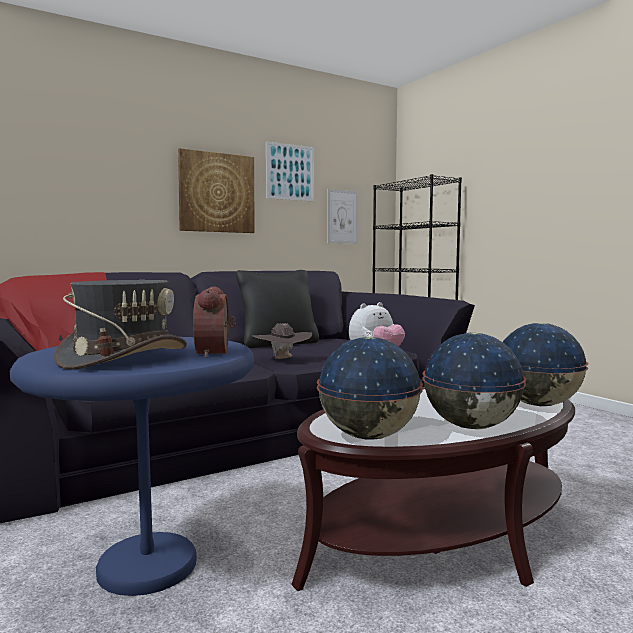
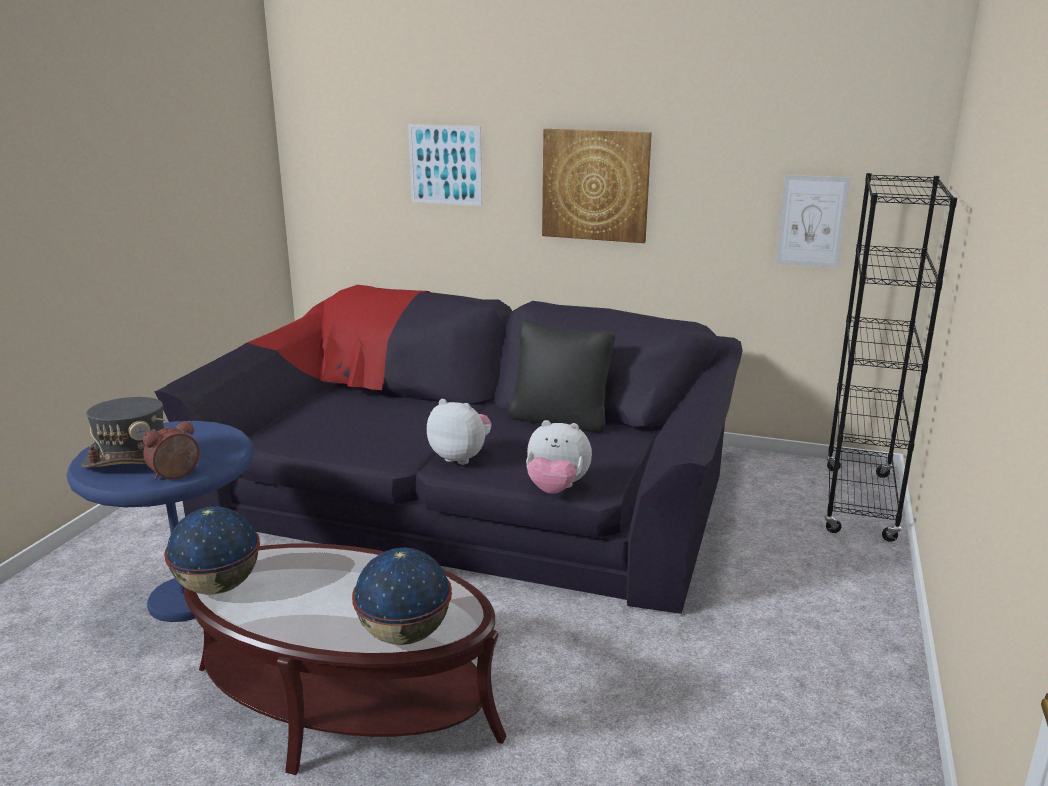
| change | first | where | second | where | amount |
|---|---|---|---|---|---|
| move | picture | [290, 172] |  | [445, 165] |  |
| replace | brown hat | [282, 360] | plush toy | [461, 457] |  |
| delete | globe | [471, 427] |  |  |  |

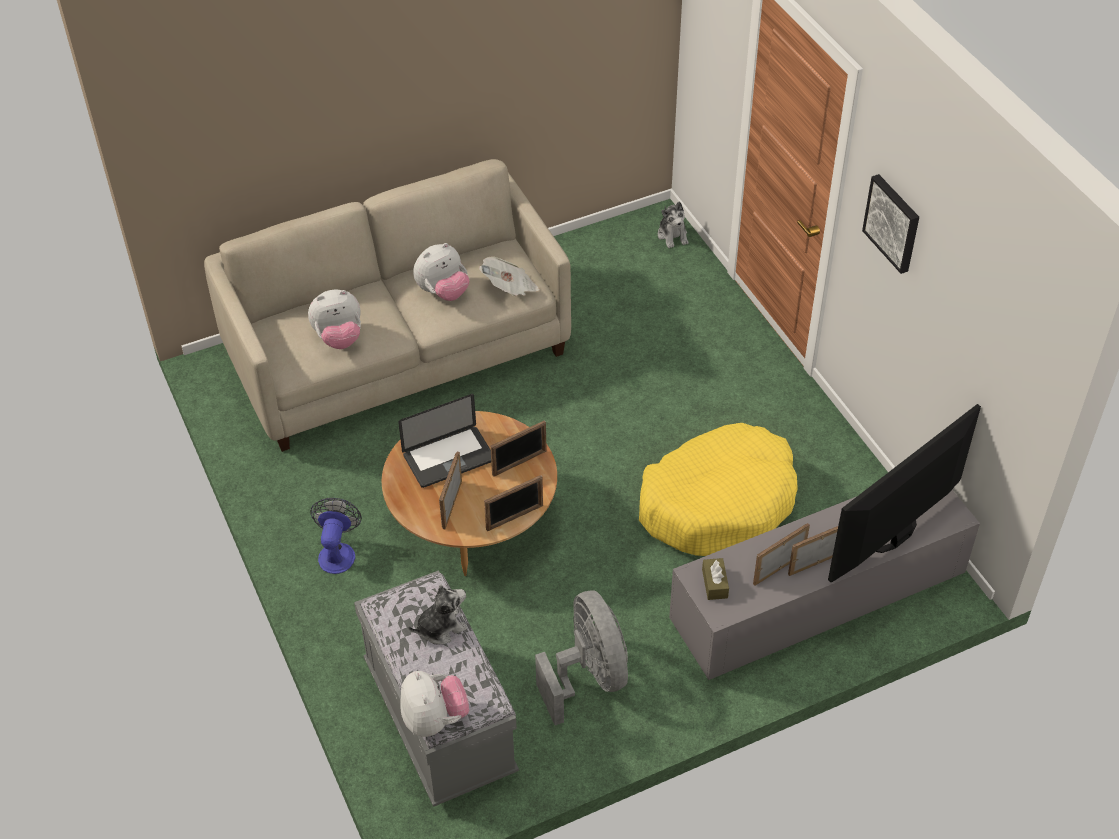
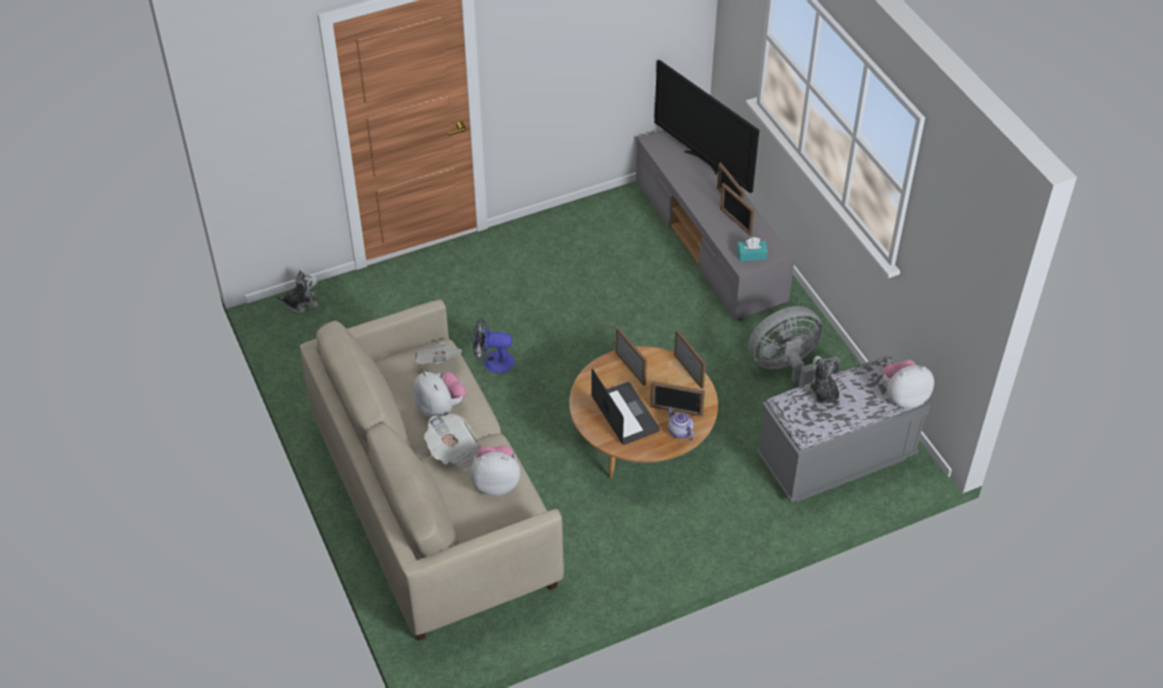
| change | first | where | second | where | amount |
|---|---|---|---|---|---|
| delete | picture | [893, 222] |  |  |  |
| rotate | plush toy | [339, 338] |  | [496, 483] | 75 degrees counterclockwise |
| delete | yellow dog bed | [718, 503] |  |  |  |
| move | fan | [337, 552] |  | [493, 362] |  |
| recolor | brown tissue box | [714, 583] | turquoise tissue box | [751, 255] |  |
| insert |  |  | teapot | [679, 431] |  |
| insert |  |  | newspaper | [453, 451] |  |

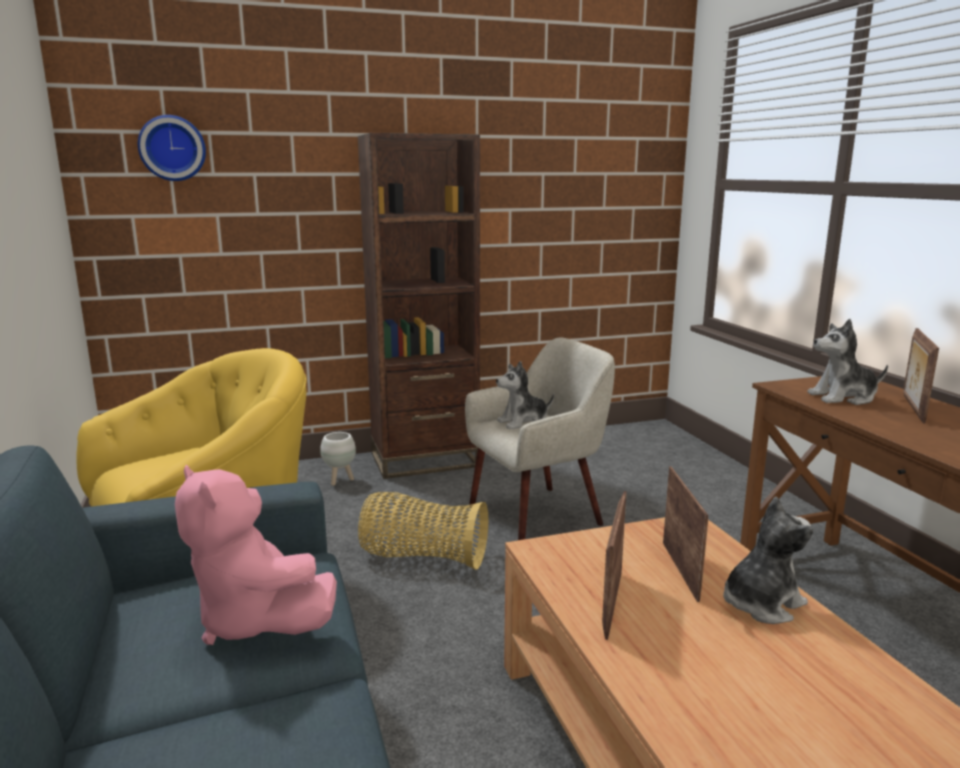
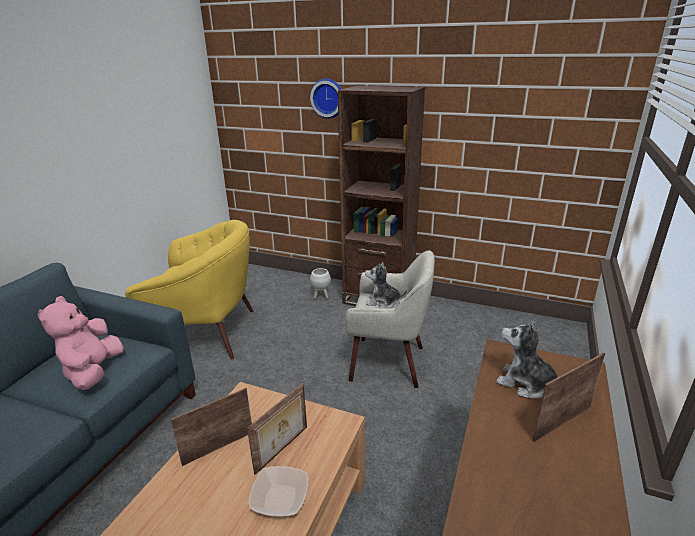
| change | first | where | second | where | amount |
|---|---|---|---|---|---|
| move | wall clock | [172, 148] |  | [328, 98] |  |
| delete | basket | [422, 557] |  |  |  |
| replace | plush toy | [760, 604] | bowl | [280, 498] |  |

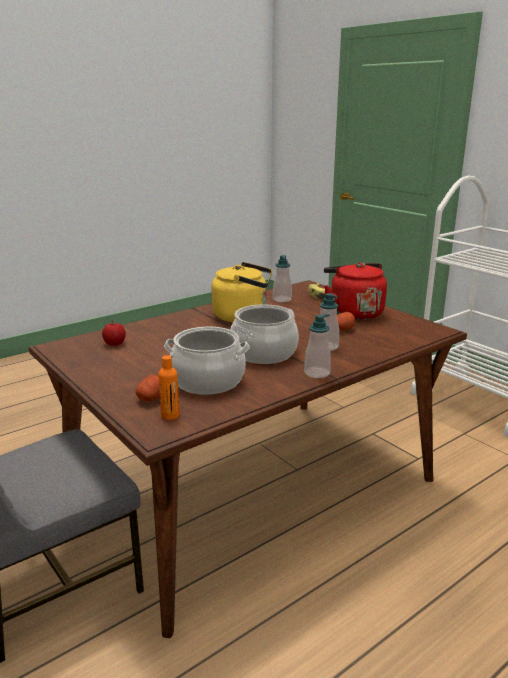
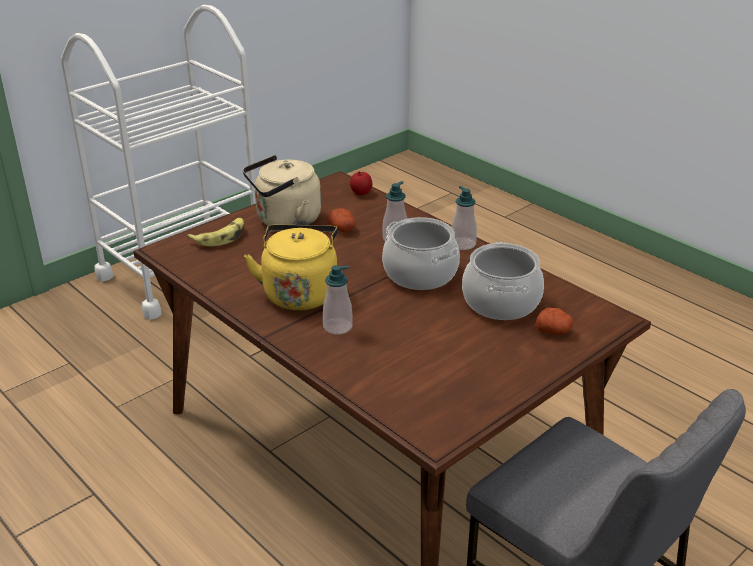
| change | first | where | second | where | amount |
|---|---|---|---|---|---|
| move | soap dispenser | [282, 299] |  | [337, 327] |  |
| recolor | red kettle | [354, 312] | beige kettle | [285, 221] |  |
| move | apple | [114, 343] |  | [361, 193] |  |
| delete | orange bottle | [170, 415] |  |  |  |

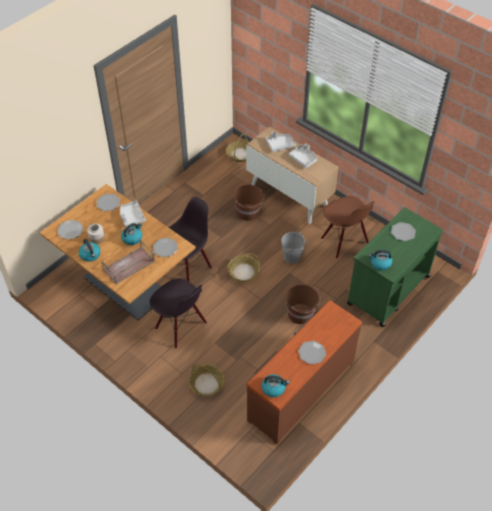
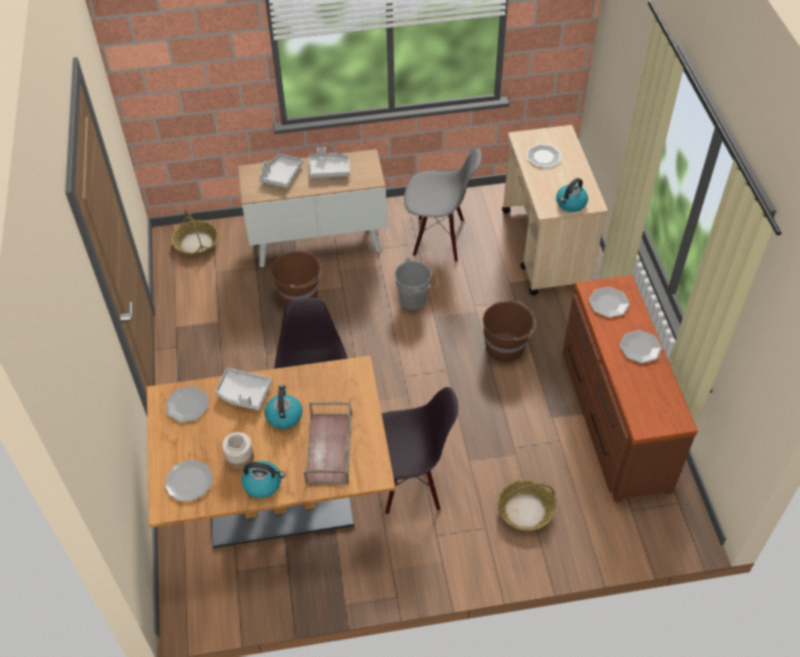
| change | first | where | second | where | amount |
|---|---|---|---|---|---|
| recolor | brown chair | [344, 241] | grey chair | [438, 238] |  |
| recolor | green cart | [388, 290] | beige cart | [545, 248] |  |
| move | plate | [165, 248] |  | [608, 303] |  |
| delete | basket | [243, 271] |  |  |  |
| delete | kettle | [274, 388] |  |  |  |

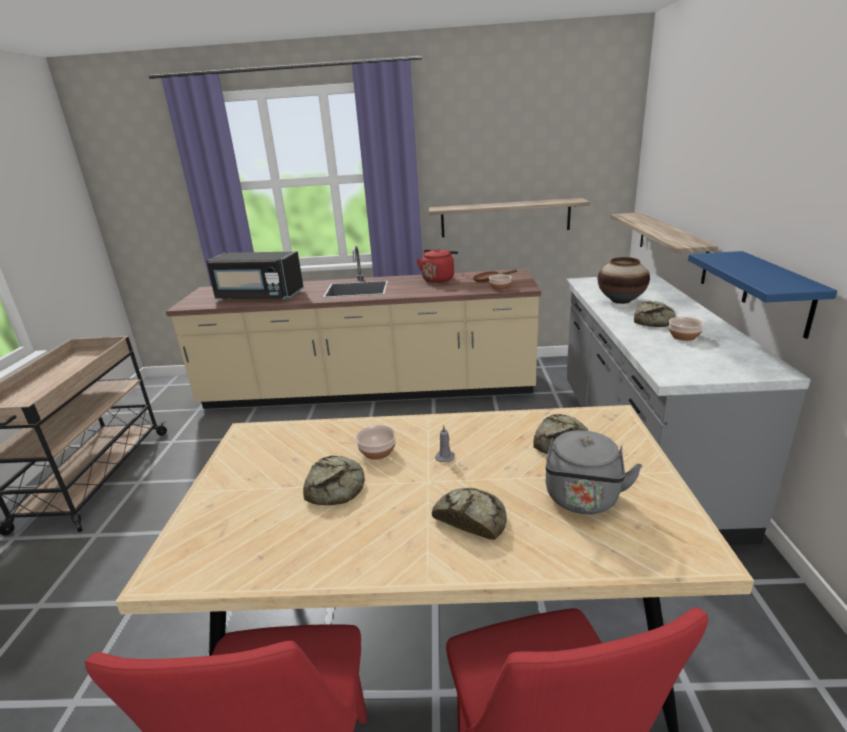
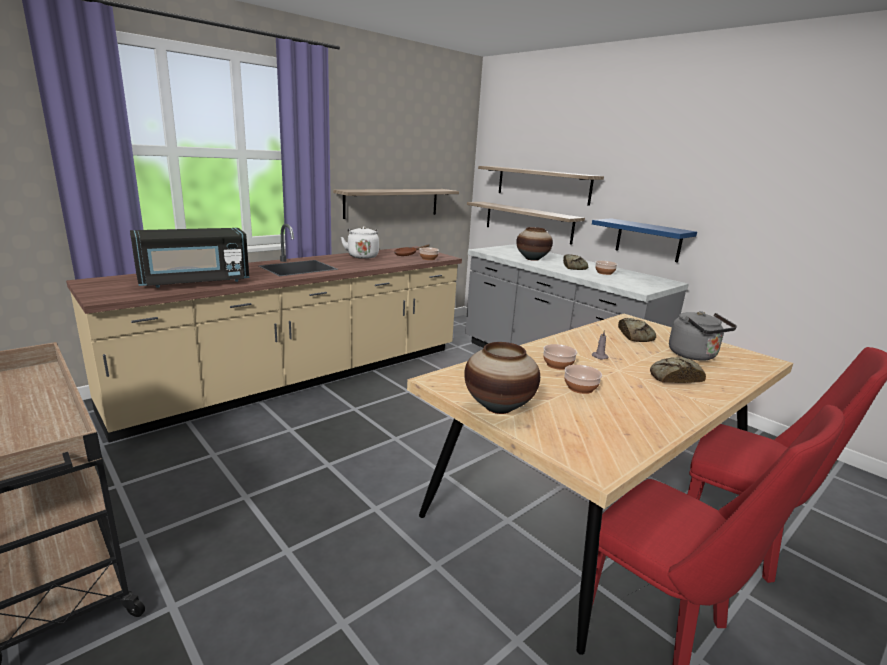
| change | first | where | second | where | amount |
|---|---|---|---|---|---|
| recolor | red kettle | [439, 279] | white kettle | [362, 256] |  |
| replace | bread | [337, 486] | bowl | [580, 388] |  |
| insert |  |  | shelf | [542, 184] |  |
| insert |  |  | vase | [499, 407] |  |

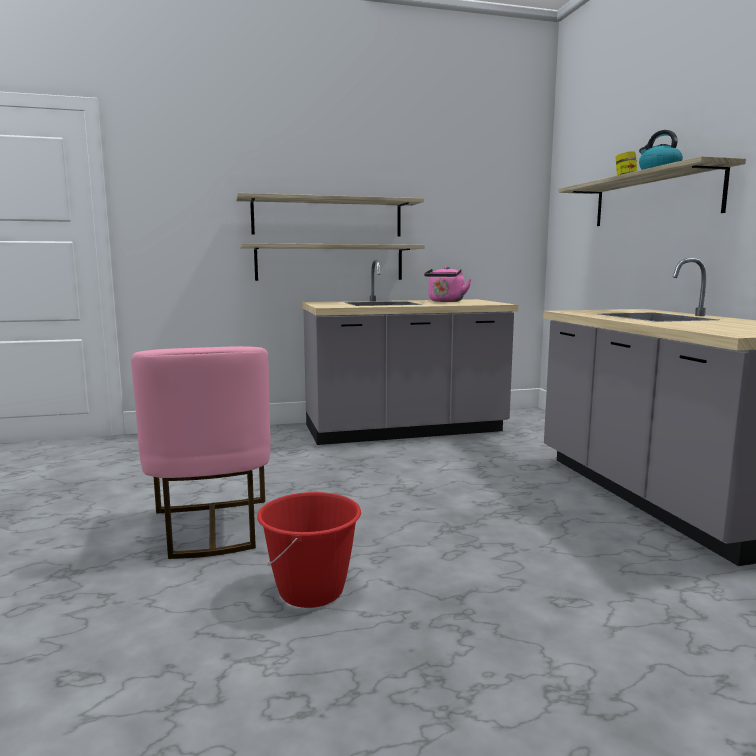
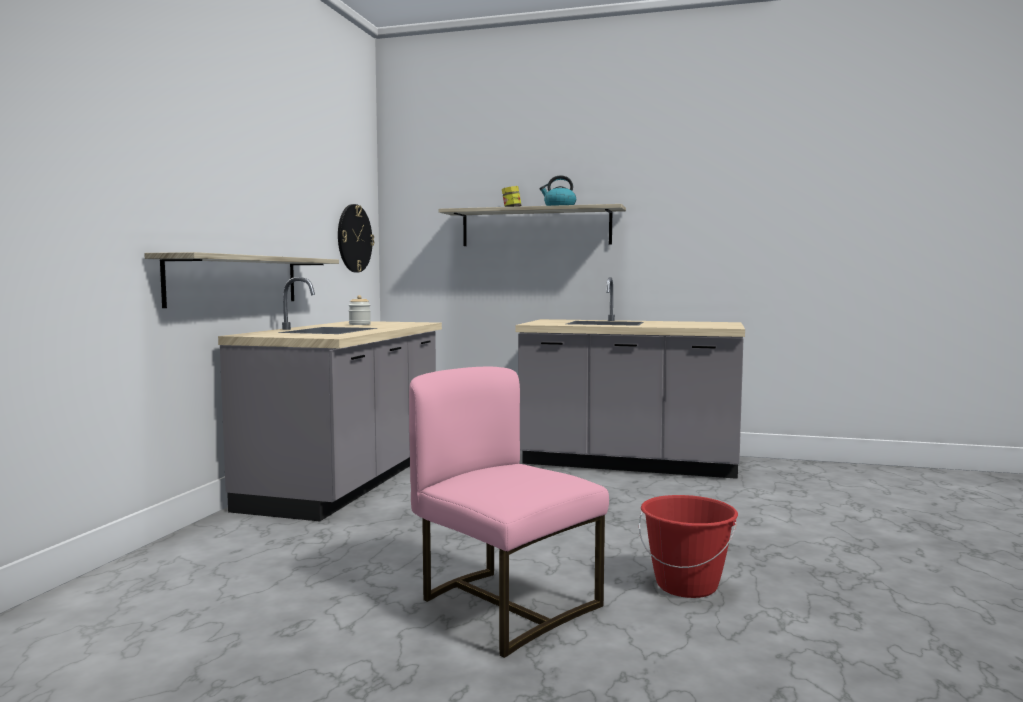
| change | first | where | second | where | amount |
|---|---|---|---|---|---|
| delete | shelf | [327, 217] |  |  |  |
| replace | pink kettle | [445, 301] | jar | [359, 324] |  |
| rotate | pink chair | [211, 528] |  | [504, 606] | 150 degrees counterclockwise |
| insert |  |  | wall clock | [354, 238] |  |

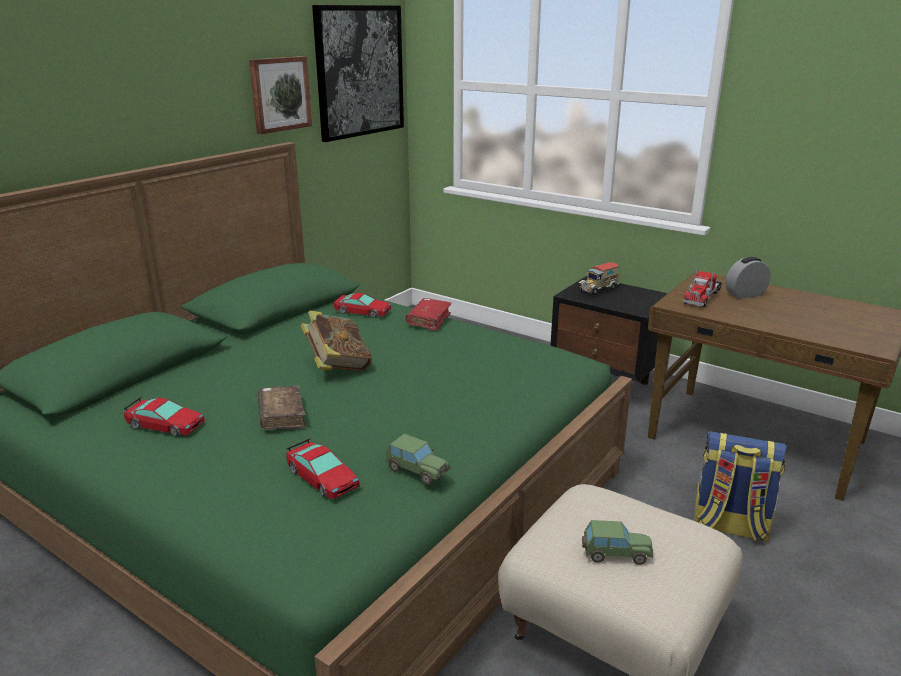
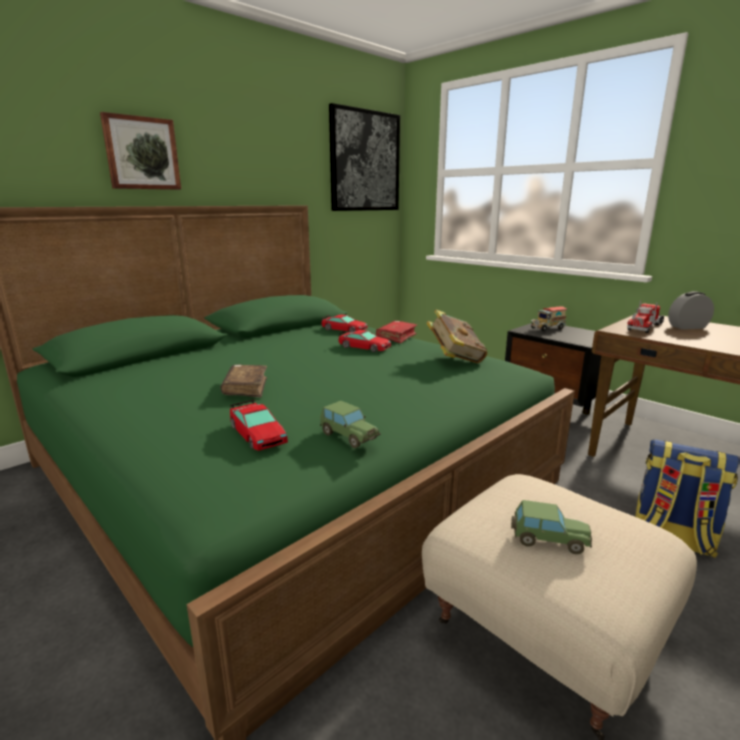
| change | first | where | second | where | amount |
|---|---|---|---|---|---|
| move | picture | [279, 94] |  | [142, 153] |  |
| move | book | [337, 366] |  | [455, 359] |  |
| move | toy car | [165, 425] |  | [364, 347] |  |

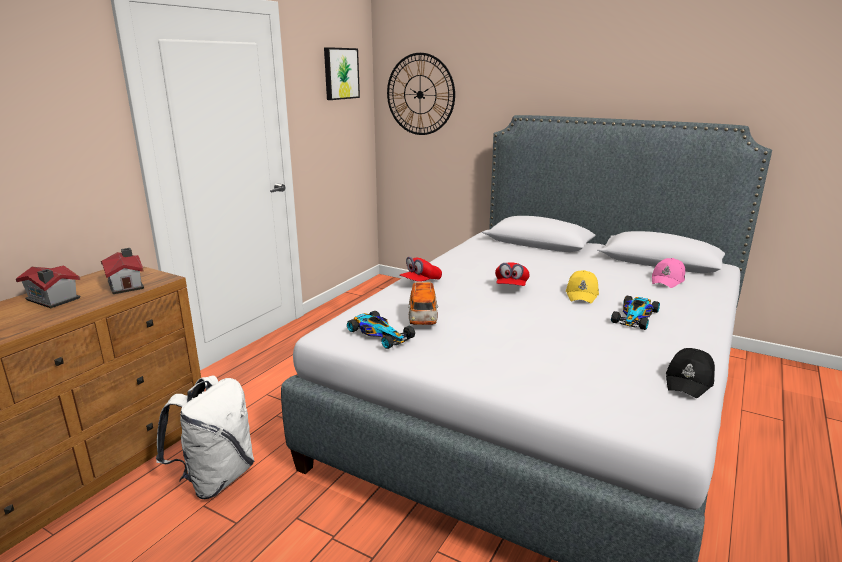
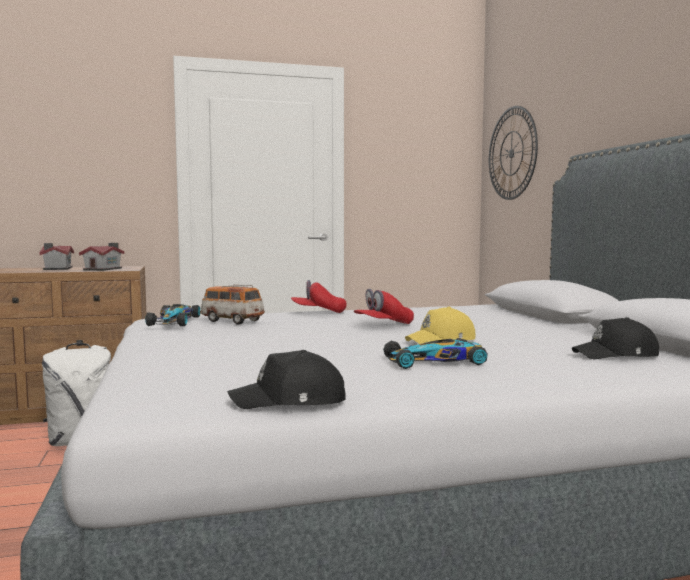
| change | first | where | second | where | amount |
|---|---|---|---|---|---|
| delete | picture | [340, 73] |  |  |  |
| recolor | pink cap | [668, 280] | black cap | [616, 355] |  |
| rotate | toy car | [423, 318] |  | [232, 321] | 75 degrees clockwise |

